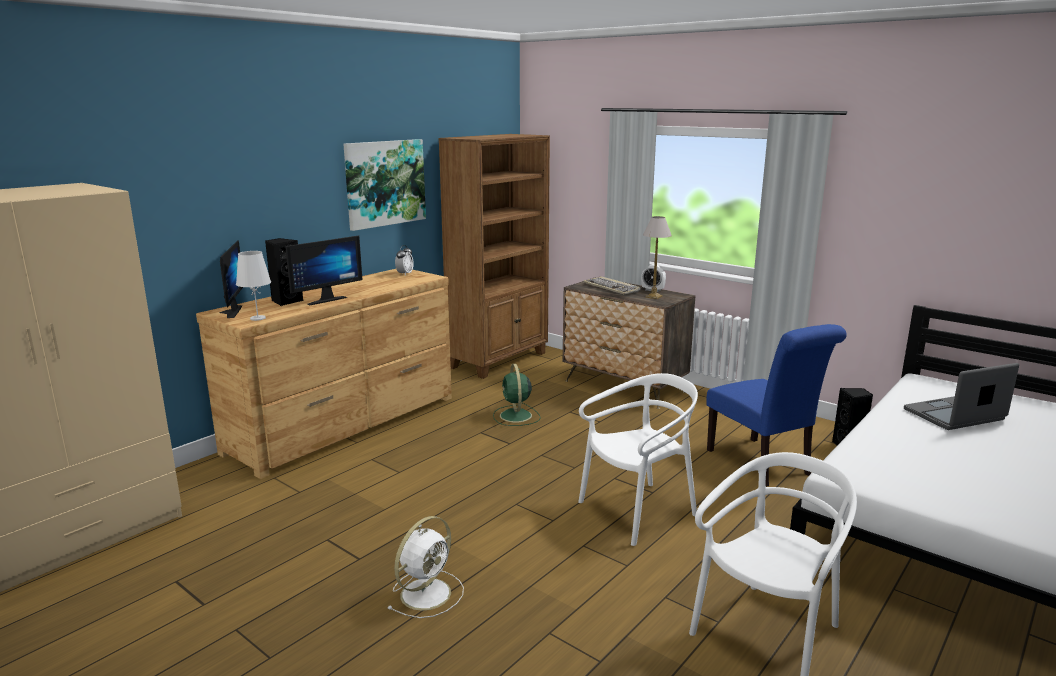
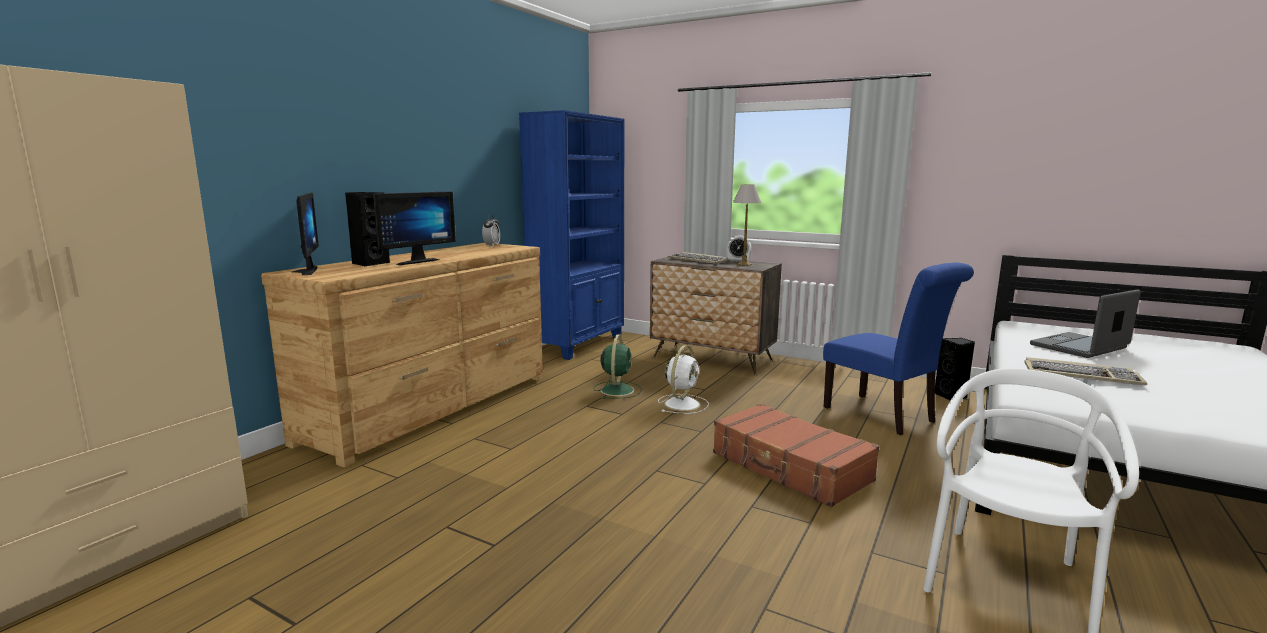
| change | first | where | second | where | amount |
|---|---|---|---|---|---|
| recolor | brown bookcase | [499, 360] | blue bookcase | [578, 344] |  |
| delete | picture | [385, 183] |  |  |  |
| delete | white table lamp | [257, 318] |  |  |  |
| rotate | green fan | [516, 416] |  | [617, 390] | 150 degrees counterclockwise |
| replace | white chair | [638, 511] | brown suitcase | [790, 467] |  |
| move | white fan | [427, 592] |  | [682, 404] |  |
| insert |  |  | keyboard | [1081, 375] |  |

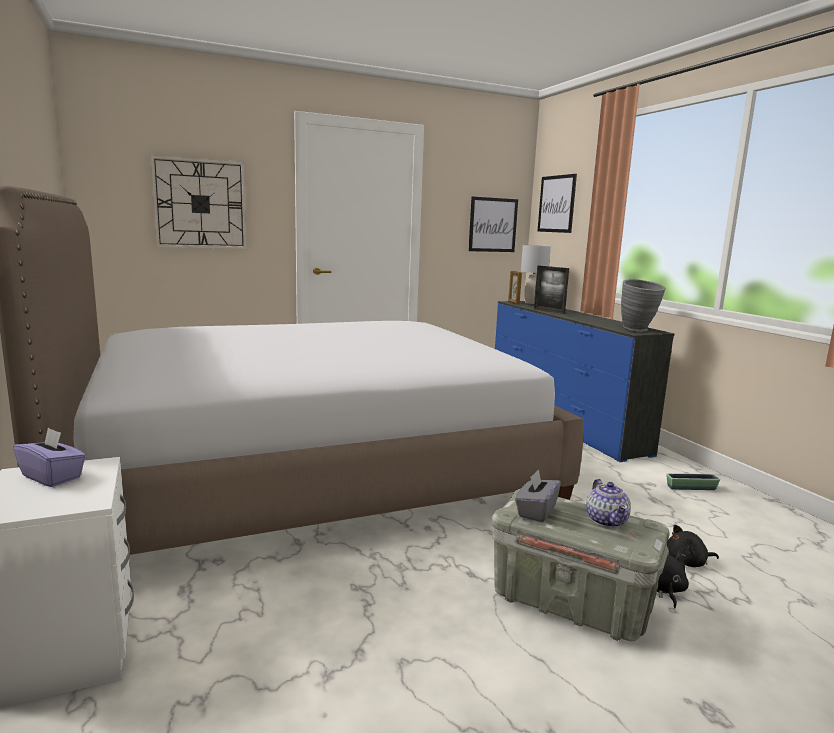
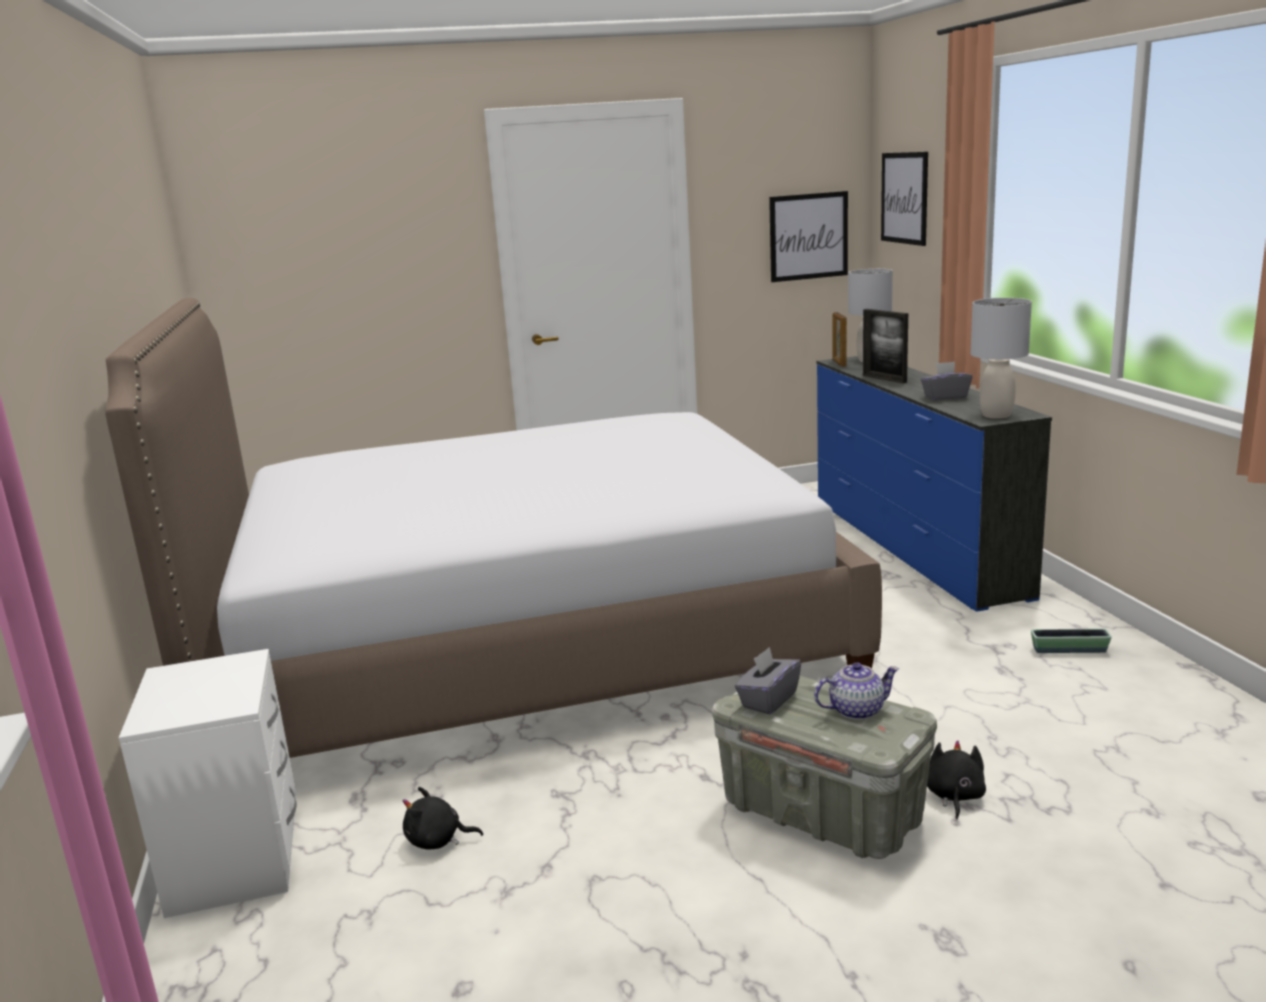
| change | first | where | second | where | amount |
|---|---|---|---|---|---|
| delete | wall clock | [200, 204] |  |  |  |
| replace | grey vase | [638, 330] | grey table lamp | [997, 415] |  |
| delete | purple tissue box | [53, 477] |  |  |  |
| rotate | teapot | [606, 520] |  | [855, 710] | 105 degrees counterclockwise |
| move | black plush toy | [688, 562] |  | [437, 840] |  |
| insert |  |  | grey tissue box | [945, 397] |  |

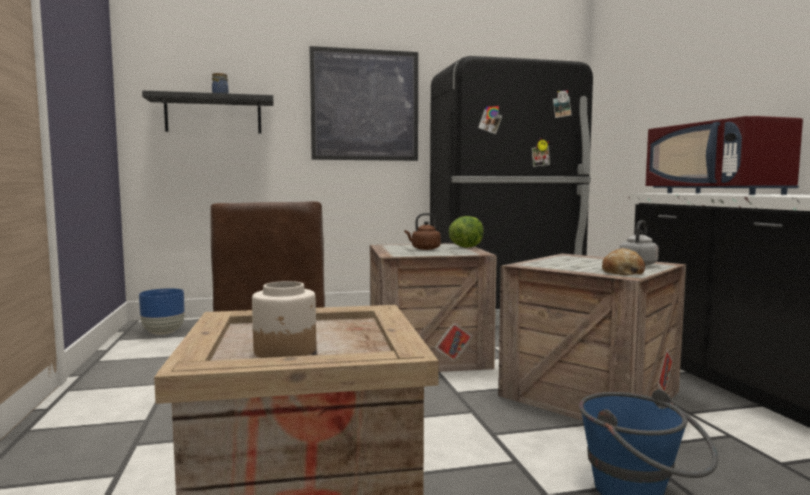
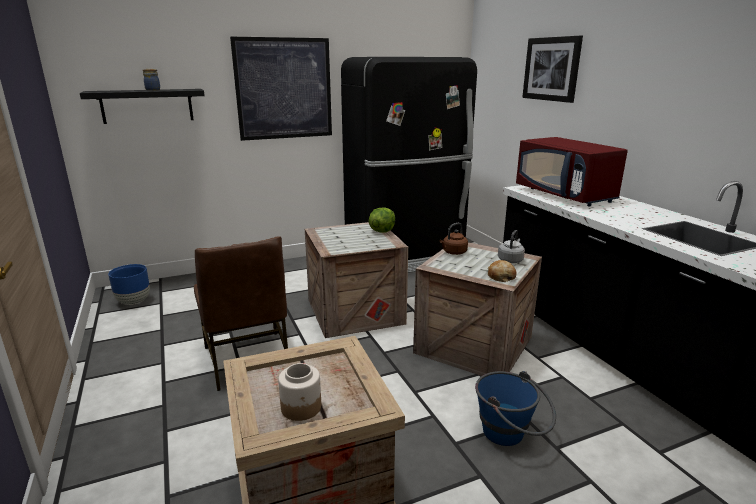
| change | first | where | second | where | amount |
|---|---|---|---|---|---|
| move | brown kettle | [424, 249] |  | [453, 252] |  |
| insert |  |  | picture | [551, 69] |  |

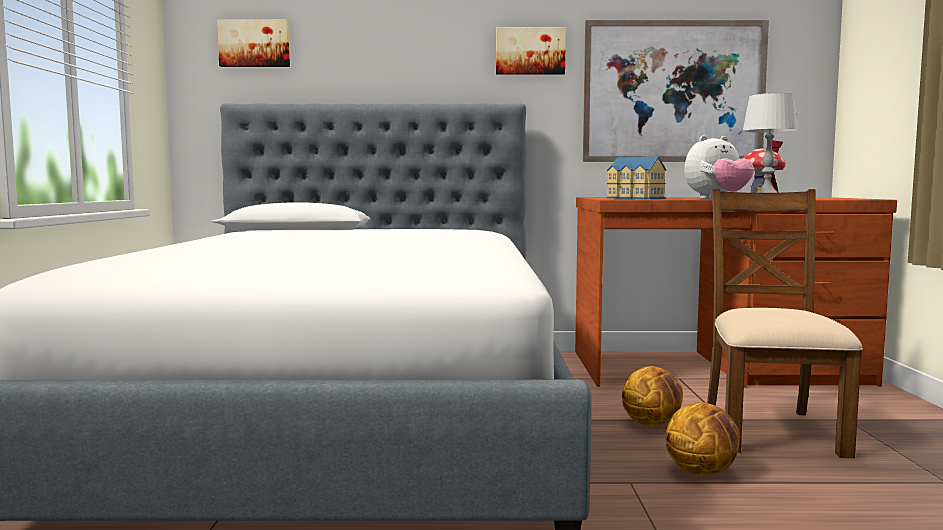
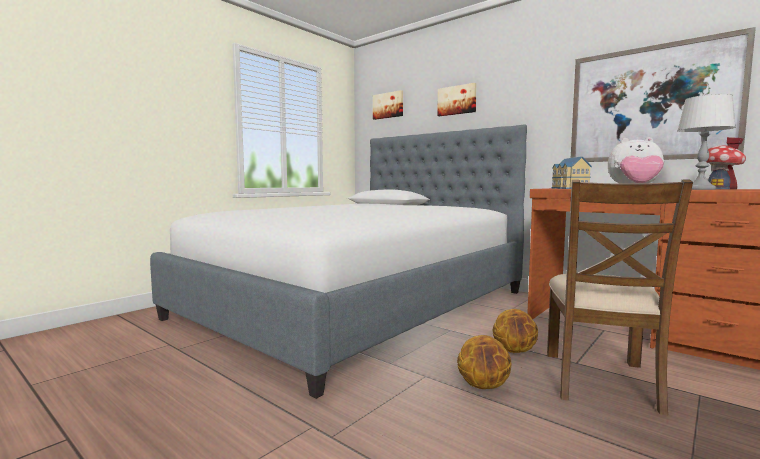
| change | first | where | second | where | amount |
|---|---|---|---|---|---|
| move | picture | [530, 51] |  | [457, 100] |  |
| rotate | brown chair | [770, 430] |  | [600, 380] | 150 degrees clockwise |

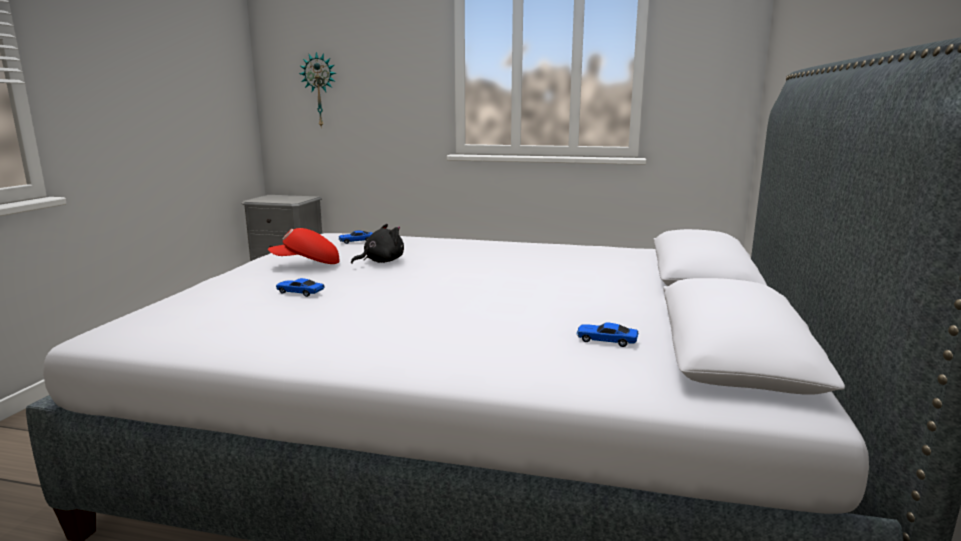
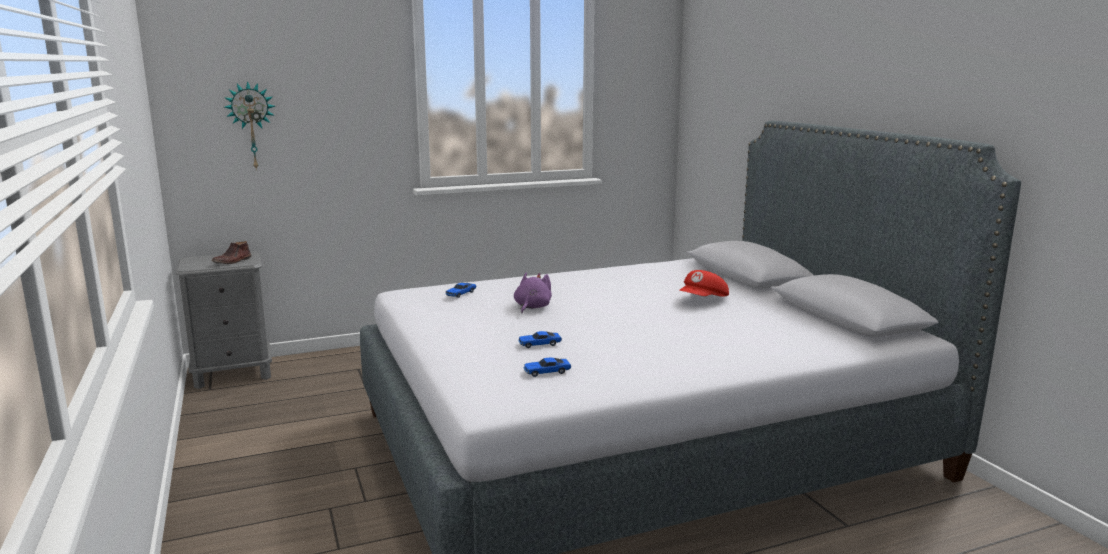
| change | first | where | second | where | amount |
|---|---|---|---|---|---|
| recolor | black plush toy | [381, 261] | purple plush toy | [532, 307] |  |
| move | red cap | [306, 264] |  | [703, 300] |  |
| move | toy car | [606, 340] |  | [546, 372] |  |
| insert |  |  | brown shoe | [232, 261] |  |

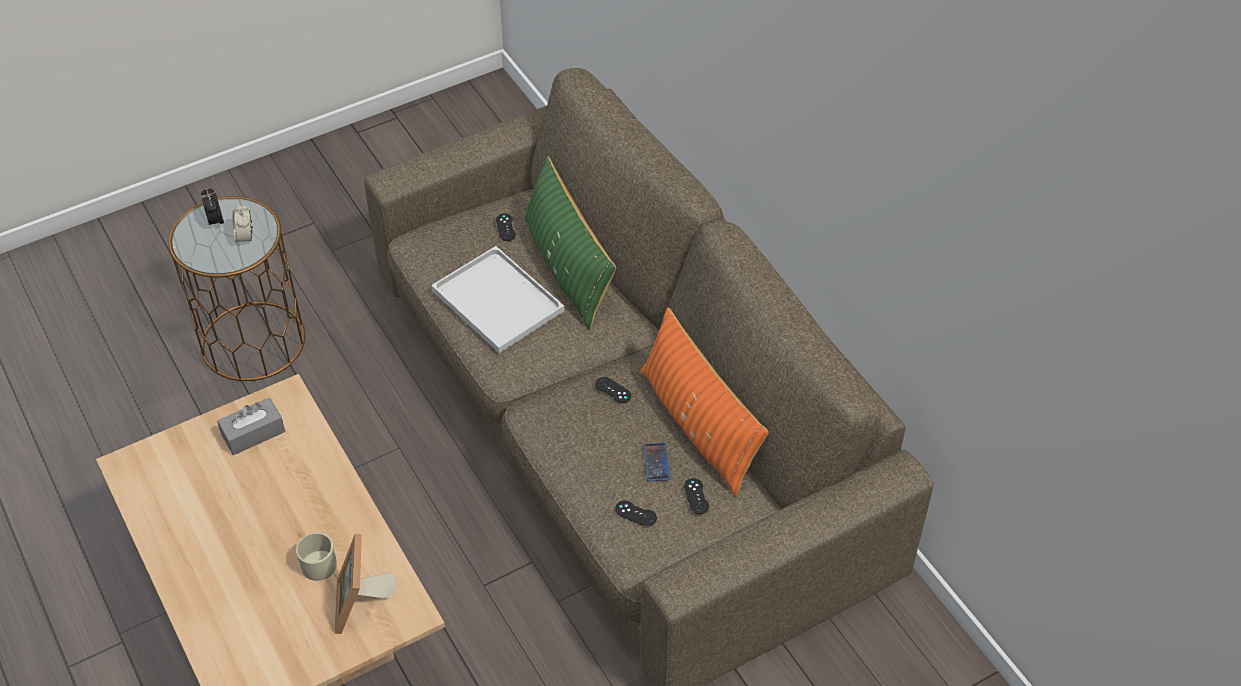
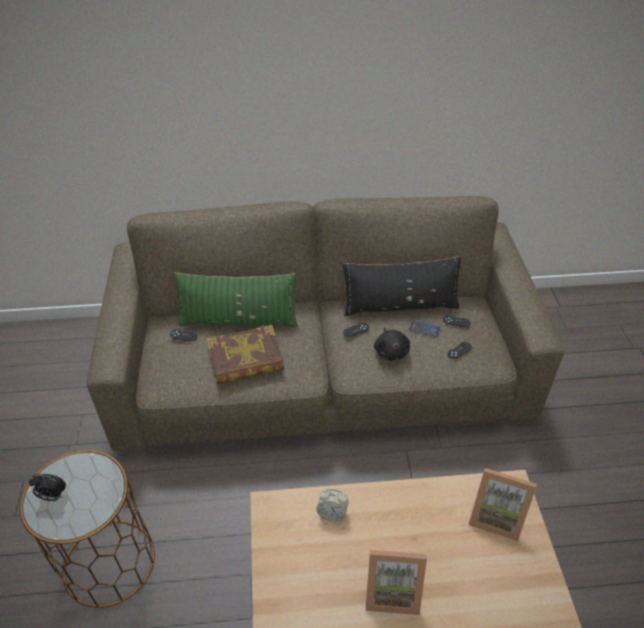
| change | first | where | second | where | amount |
|---|---|---|---|---|---|
| move | alarm clock | [245, 237] |  | [332, 513] |  |
| replace | white tray | [495, 300] | book | [246, 360] |  |
| recolor | orange pillow | [698, 426] | black pillow | [400, 306] |  |
| delete | grey tissue box | [253, 433] |  |  |  |
| delete | beige mug | [318, 561] |  |  |  |
| insert |  |  | black plush toy | [391, 351] |  |
| insert |  |  | picture frame | [392, 590] |  |

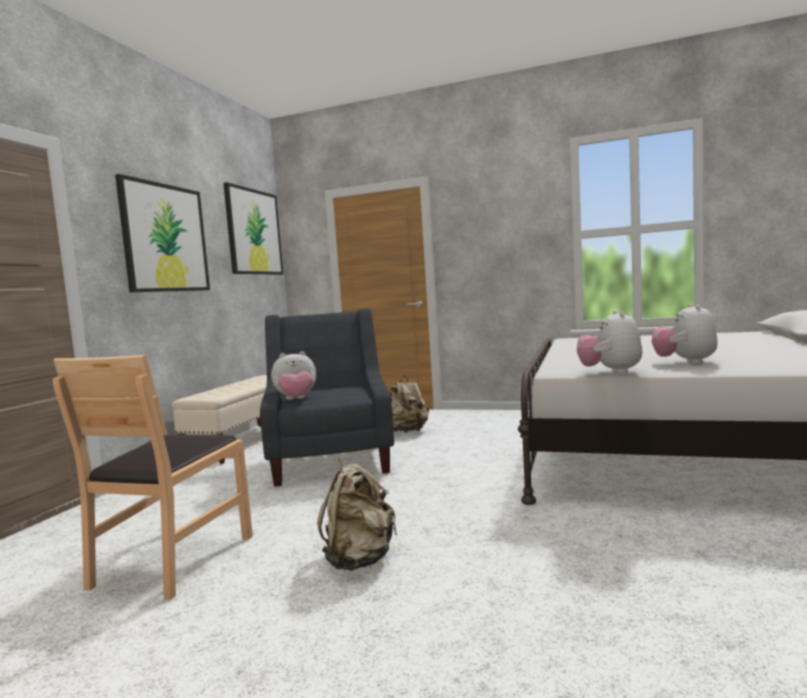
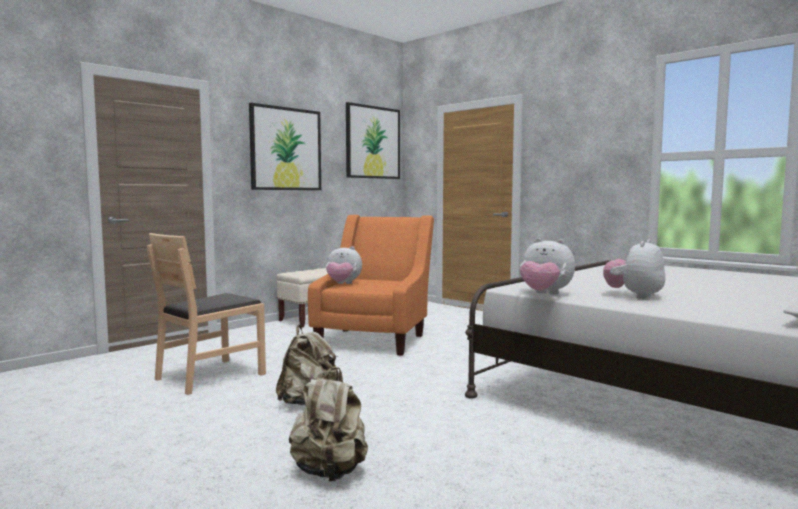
| change | first | where | second | where | amount |
|---|---|---|---|---|---|
| recolor | grey armchair | [331, 459] | orange armchair | [375, 338] |  |
| rotate | plush toy | [610, 372] |  | [544, 294] | 90 degrees counterclockwise |
| move | beige backpack | [408, 431] |  | [330, 472] |  |

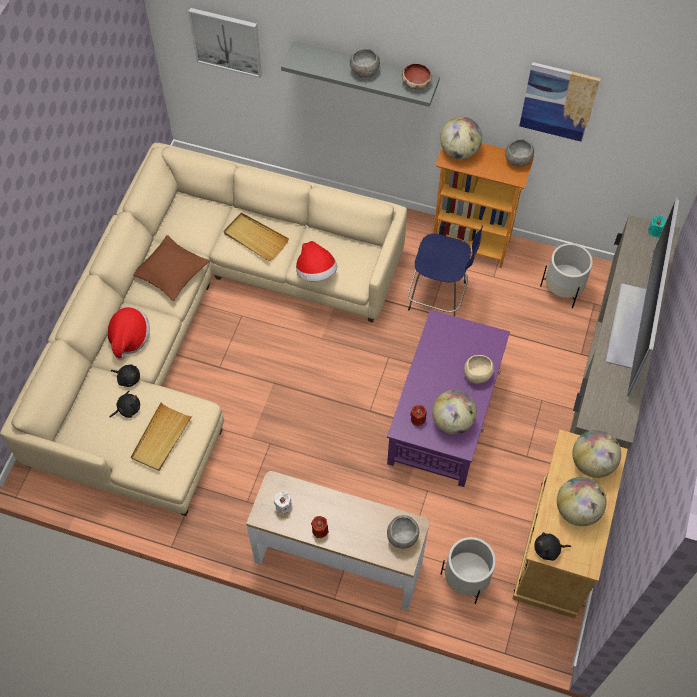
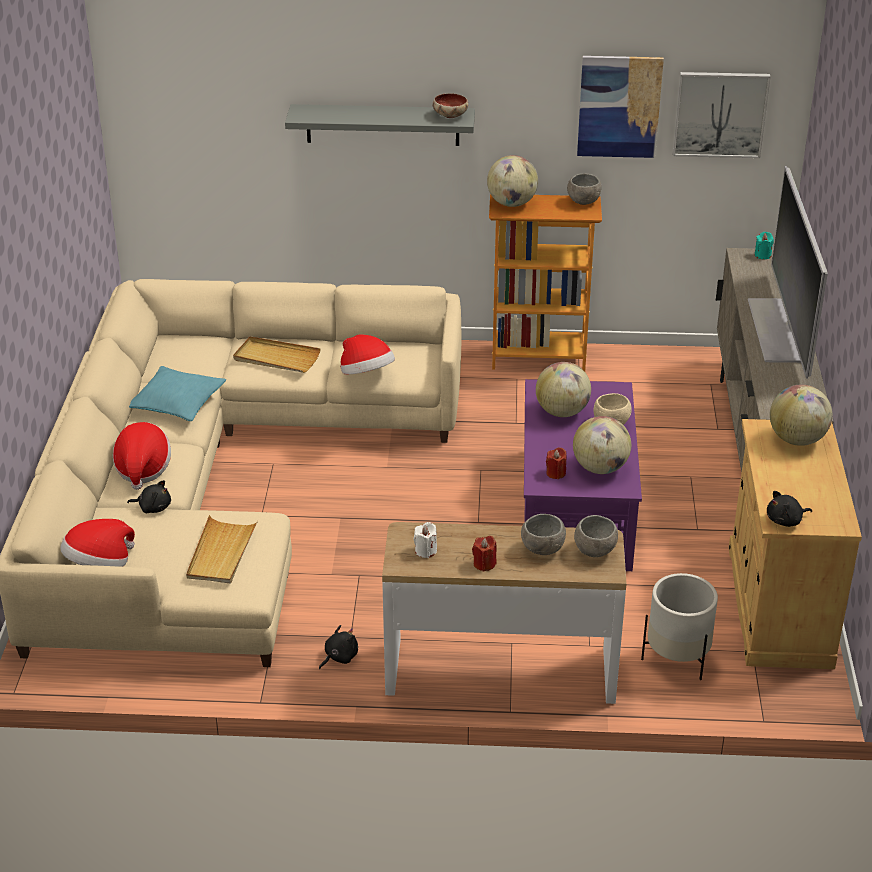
| change | first | where | second | where | amount |
|---|---|---|---|---|---|
| move | picture | [226, 41] |  | [720, 114] |  |
| move | grey bowl | [365, 72] |  | [543, 549] |  |
| delete | blue stool | [439, 297] |  |  |  |
| recolor | brown pillow | [171, 272] | turquoise pillow | [177, 403] |  |
| delete | white planter | [562, 289] |  |  |  |
| move | black plush toy | [127, 409] |  | [339, 657] |  |
| move | globe | [577, 510] |  | [562, 412] |  |
| insert |  |  | hat | [99, 564] |  |

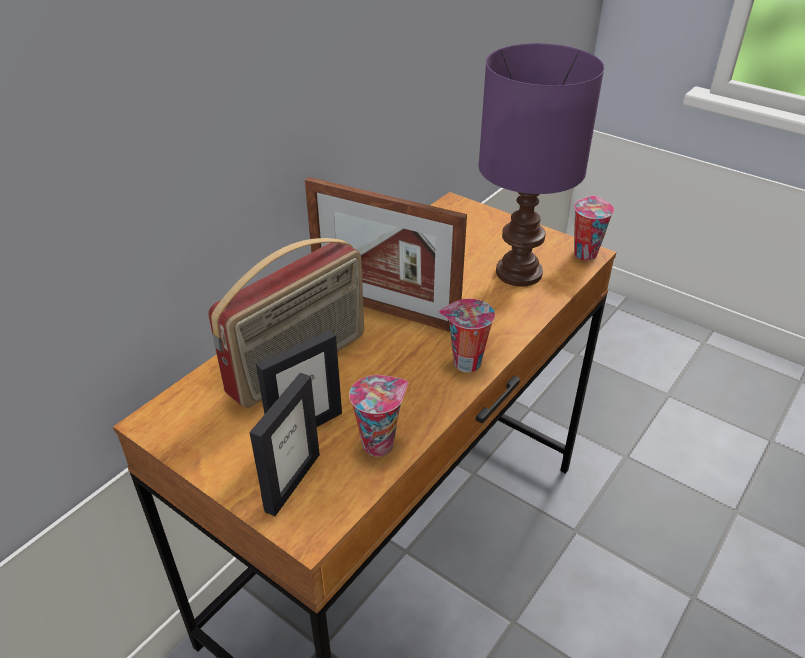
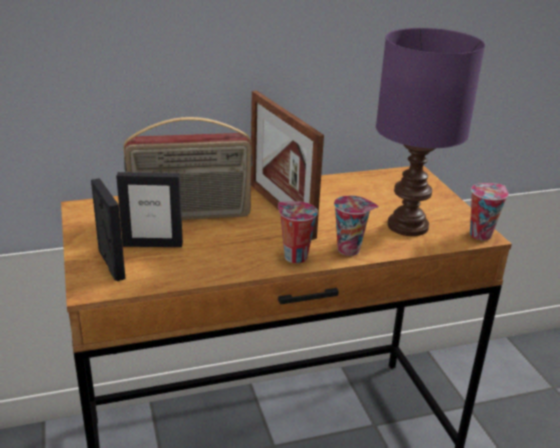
| change | first | where | second | where | amount |
|---|---|---|---|---|---|
| rotate | picture frame | [292, 482] |  | [111, 264] | 90 degrees counterclockwise |
| move | cup | [379, 443] |  | [350, 249] |  |

